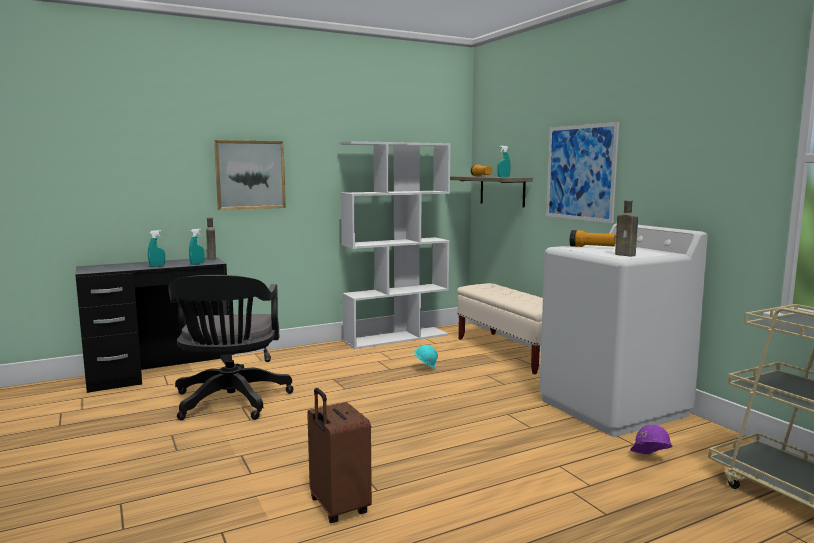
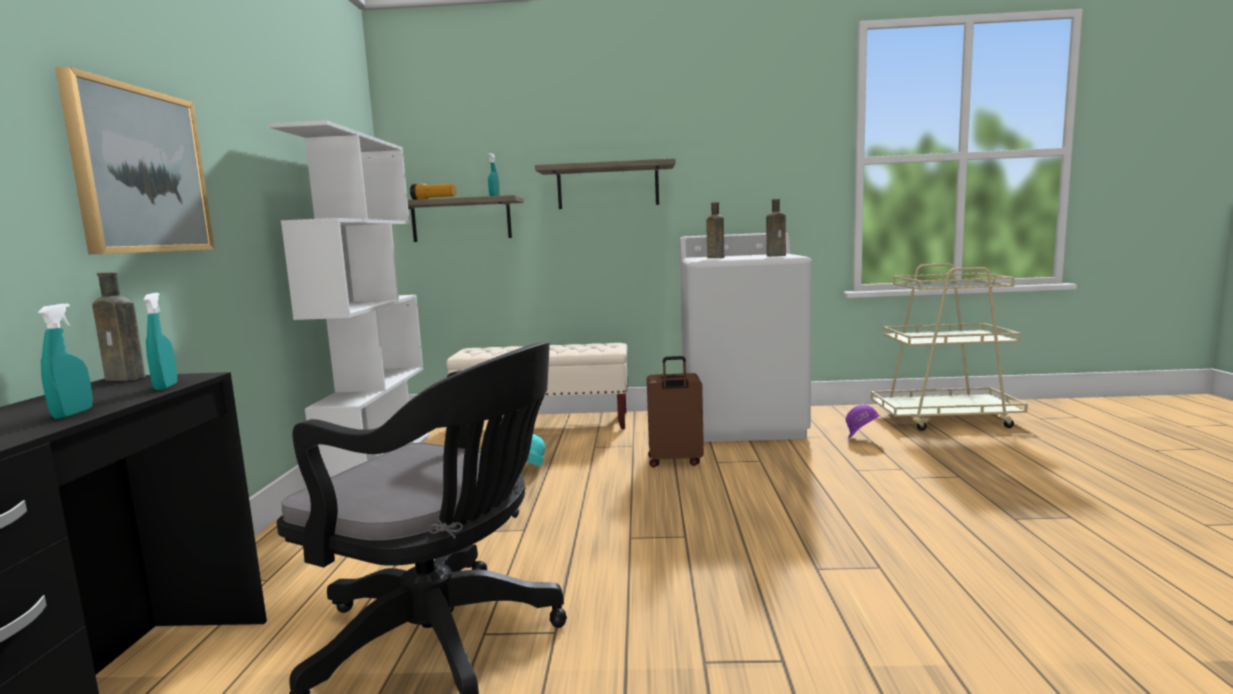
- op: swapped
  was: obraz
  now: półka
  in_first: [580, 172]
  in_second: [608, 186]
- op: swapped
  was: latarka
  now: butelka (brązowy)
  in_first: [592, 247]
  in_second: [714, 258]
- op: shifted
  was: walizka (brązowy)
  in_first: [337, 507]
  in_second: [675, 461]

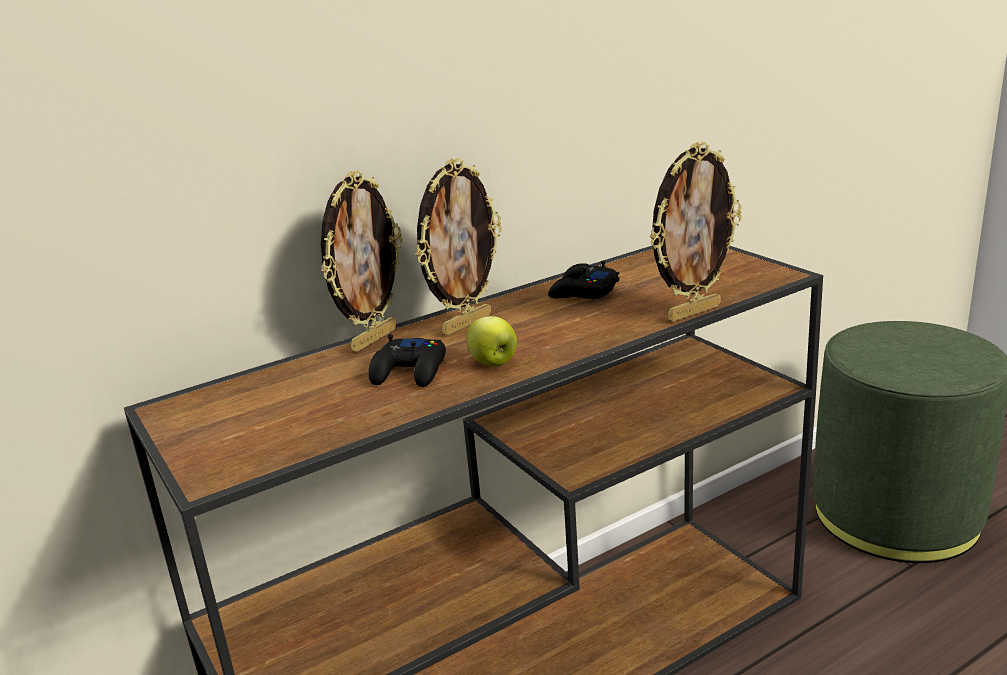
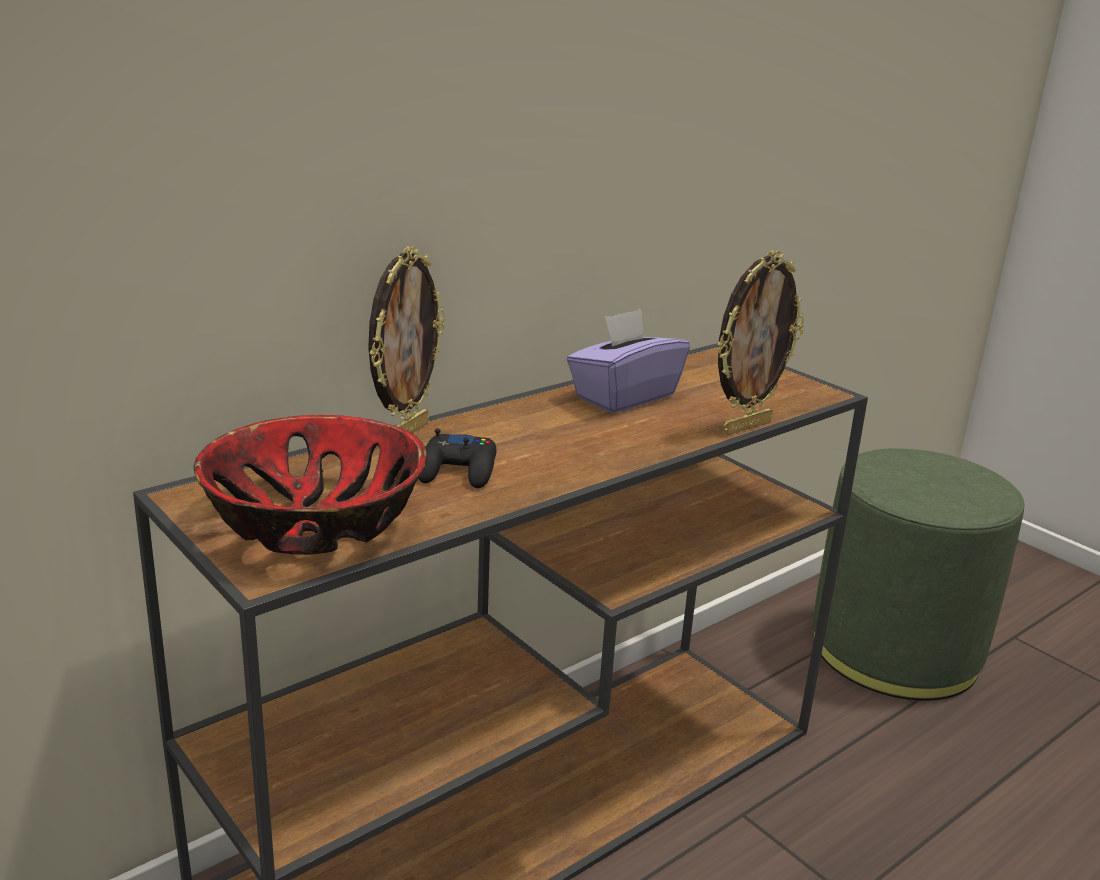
- op: gone
  was: ramka na zdjęcie
  in_first: [466, 324]
- op: swapped
  was: pad do gier (czarny)
  now: pudełko chusteczek (fioletowy)
  in_first: [583, 292]
  in_second: [624, 397]
- op: gone
  was: jabłko
  in_first: [493, 363]
- op: new
  now: miska
  in_second: [314, 521]

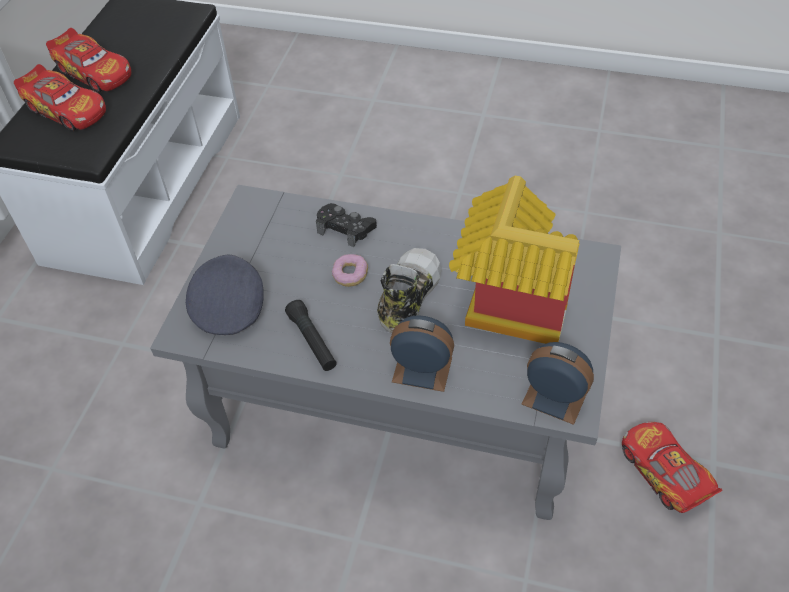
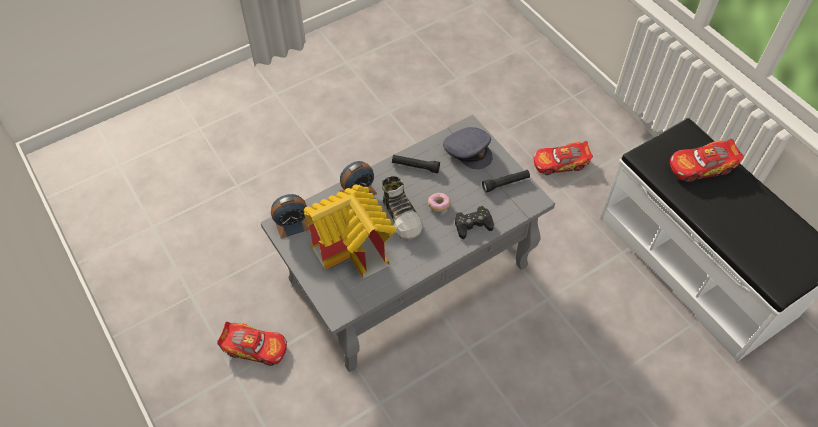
- op: shifted
  was: samochodzik
  in_first: [95, 72]
  in_second: [560, 163]
- op: new
  now: latarka (czarny)
  in_second: [505, 183]

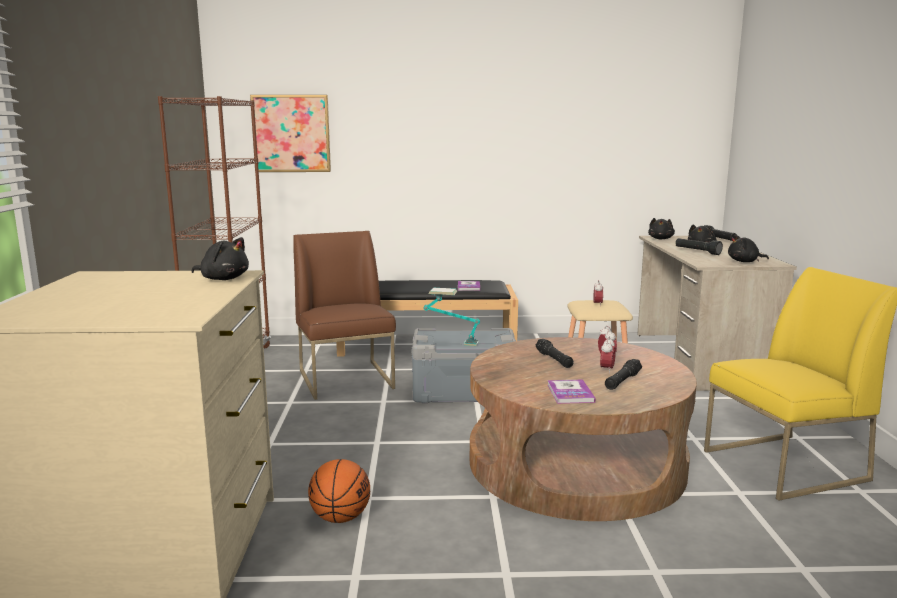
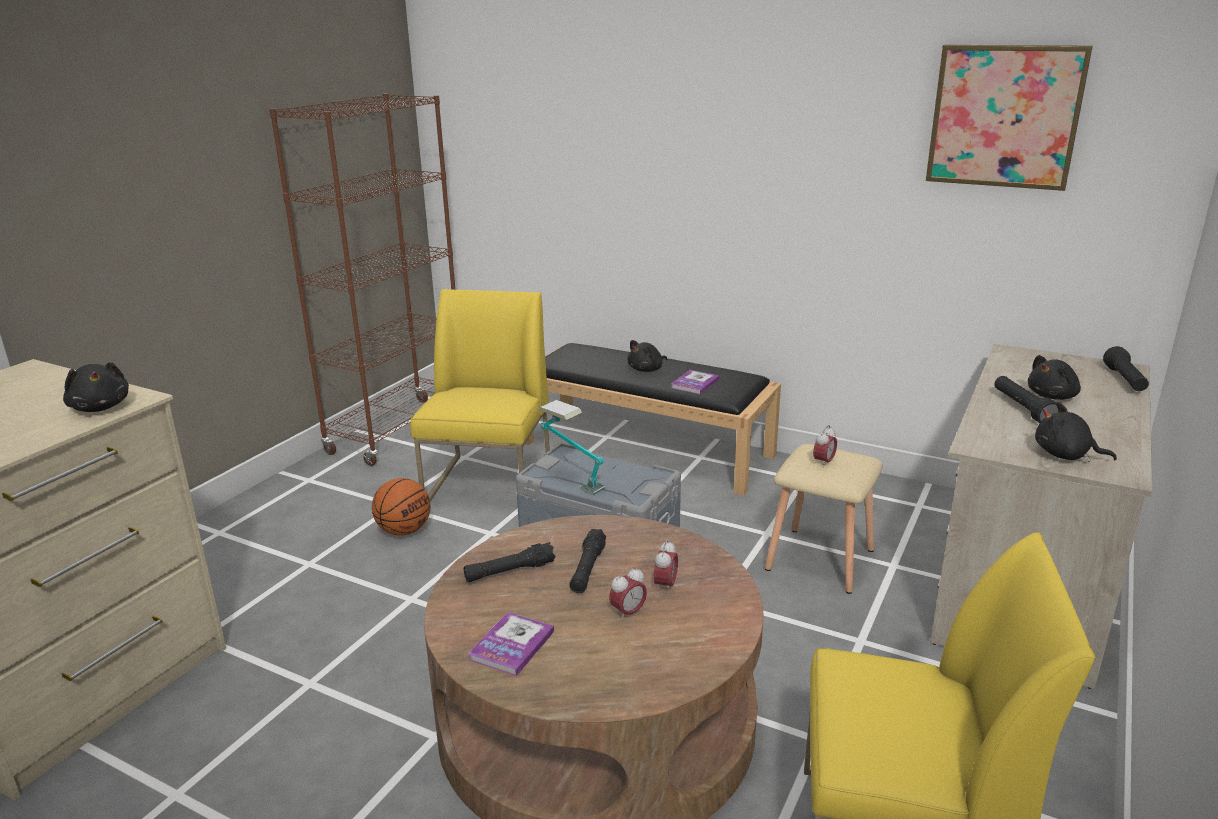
- op: shifted
  was: obraz
  in_first: [291, 133]
  in_second: [1004, 116]
- op: shifted
  was: pluszak (czarny)
  in_first: [660, 239]
  in_second: [647, 369]
- op: repainted
  was: krzesło (brązowy)
  now: krzesło (żółty)
  in_first: [347, 379]
  in_second: [490, 485]
- op: shifted
  was: latarka (czarny)
  in_first: [622, 381]
  in_second: [509, 571]
- op: shifted
  was: piłka do koszykówki
  in_first: [340, 518]
  in_second: [404, 531]

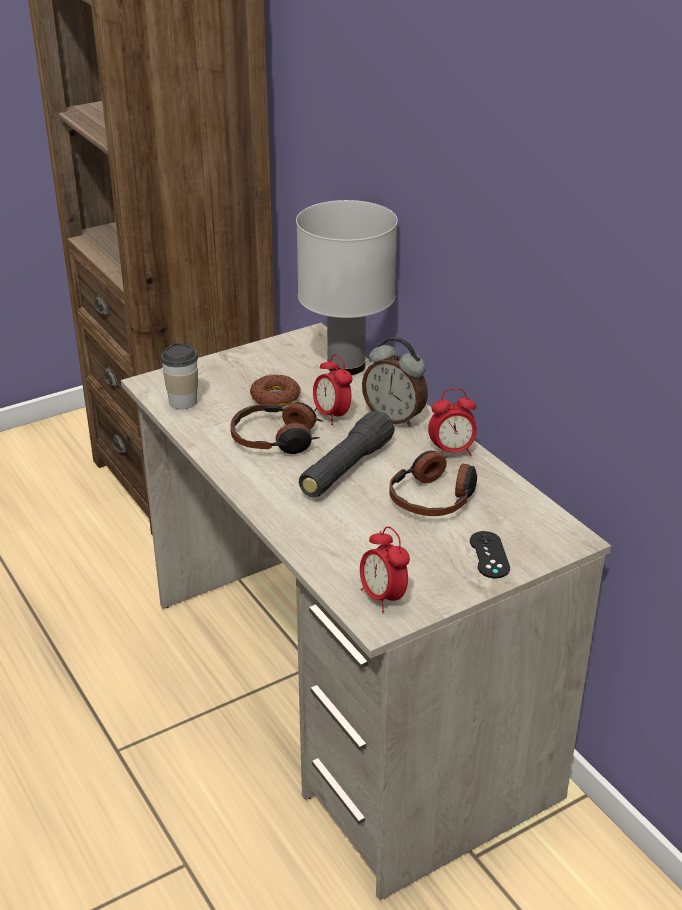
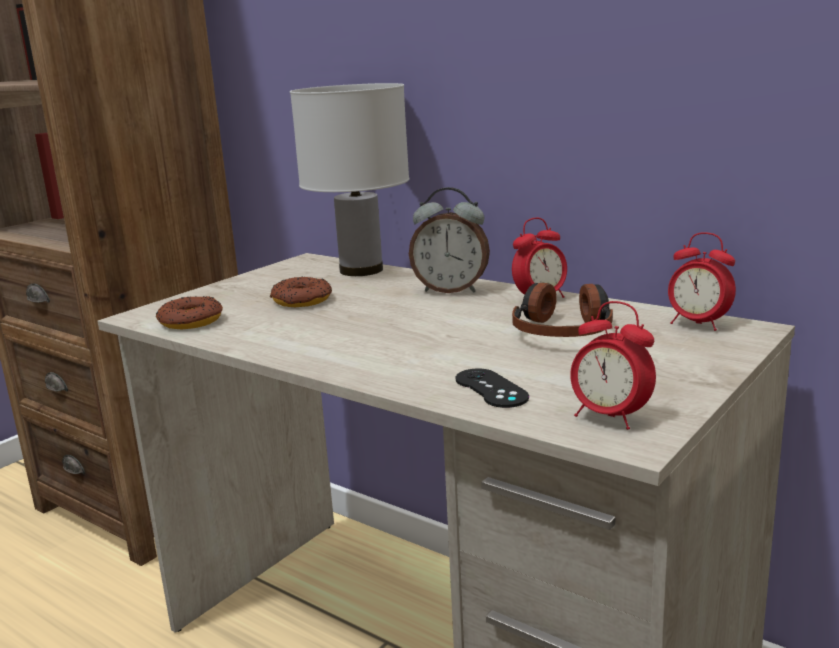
- op: swapped
  was: filiżanka
  now: donut
  in_first: [183, 402]
  in_second: [191, 321]
- op: shifted
  was: budzik
  in_first: [332, 415]
  in_second: [697, 324]
- op: gone
  was: słuchawki
  in_first: [276, 439]
- op: gone
  was: latarka (czarny)
  in_first: [346, 469]
- op: shifted
  was: pad do gier (czarny)
  in_first: [489, 555]
  in_second: [491, 388]

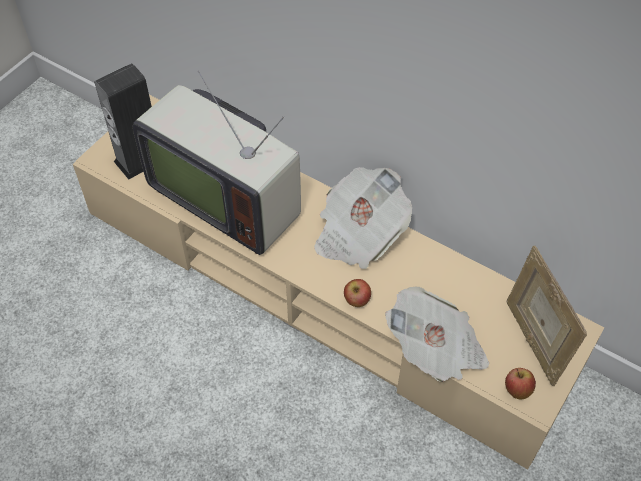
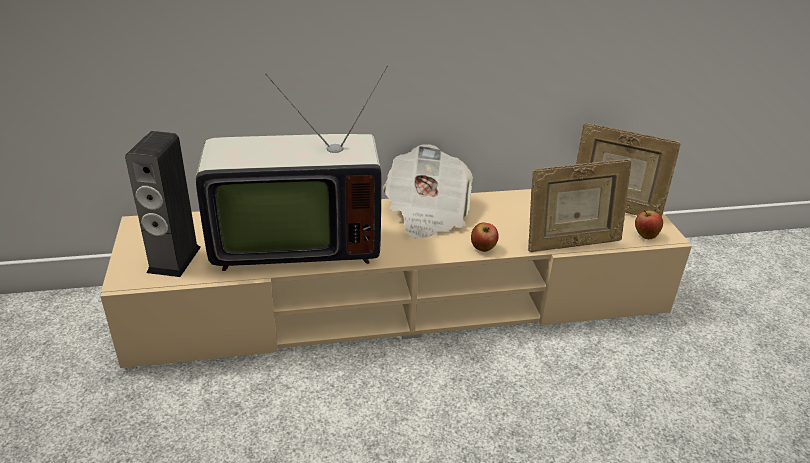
- op: swapped
  was: gazeta
  now: ramka na zdjęcie
  in_first: [436, 349]
  in_second: [571, 244]

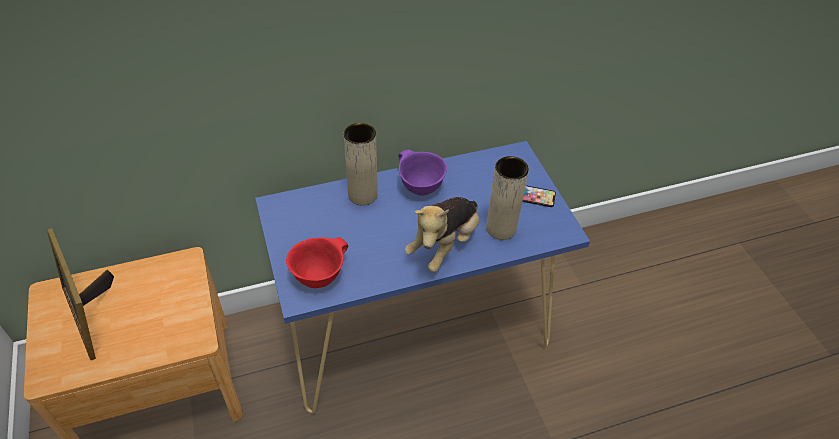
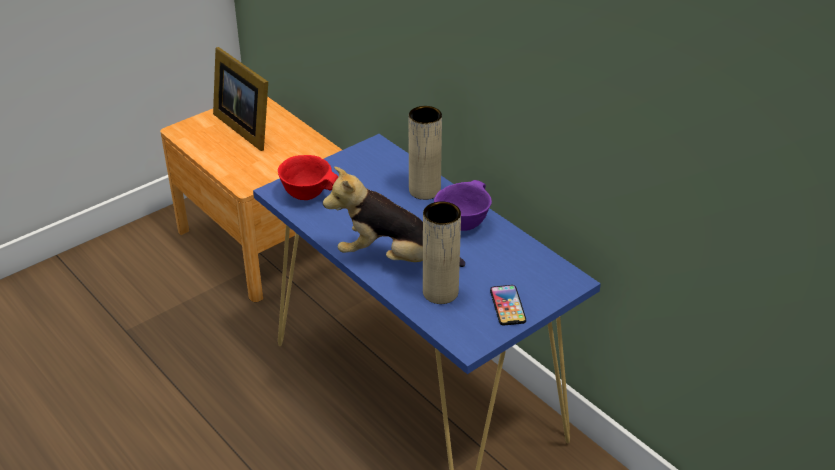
- op: rotated
  was: ramka na zdjęcie
  in_first: [91, 313]
  in_second: [246, 126]
  clockwise: -75

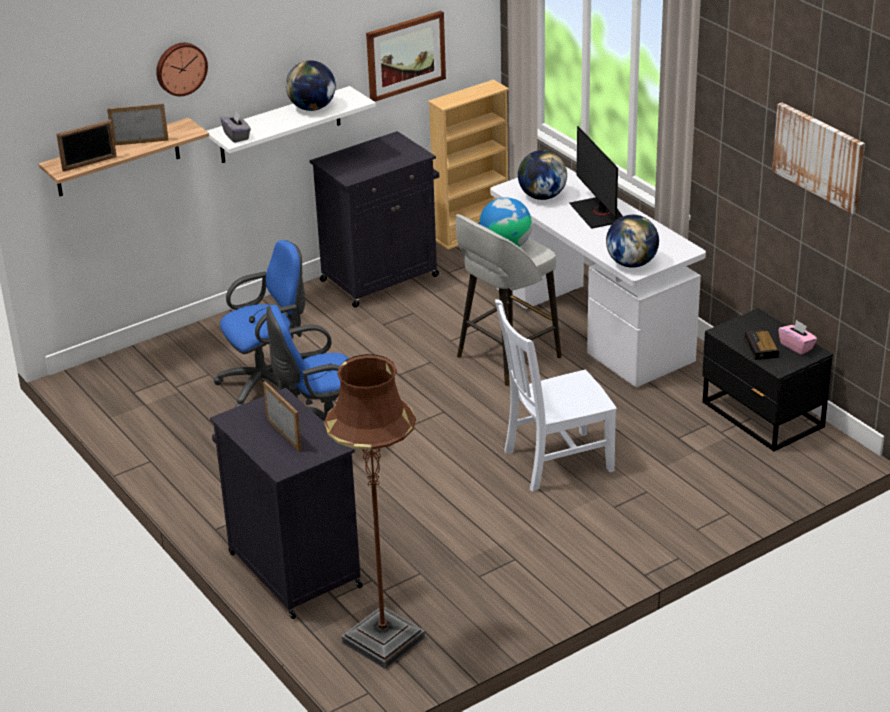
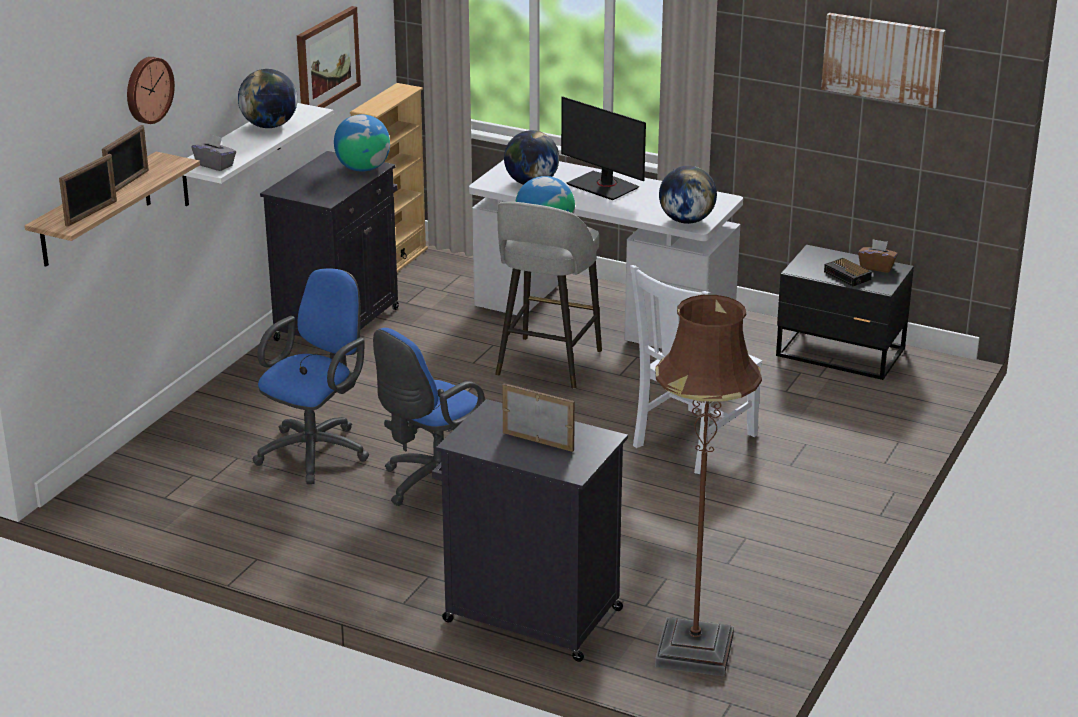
- op: rotated
  was: ramka na zdjęcie
  in_first: [140, 142]
  in_second: [128, 183]
  clockwise: 150
- op: repainted
  was: pudełko chusteczek (różowy)
  now: pudełko chusteczek (brązowy)
  in_first: [796, 346]
  in_second: [876, 267]
- op: new
  now: globus
  in_second: [363, 168]

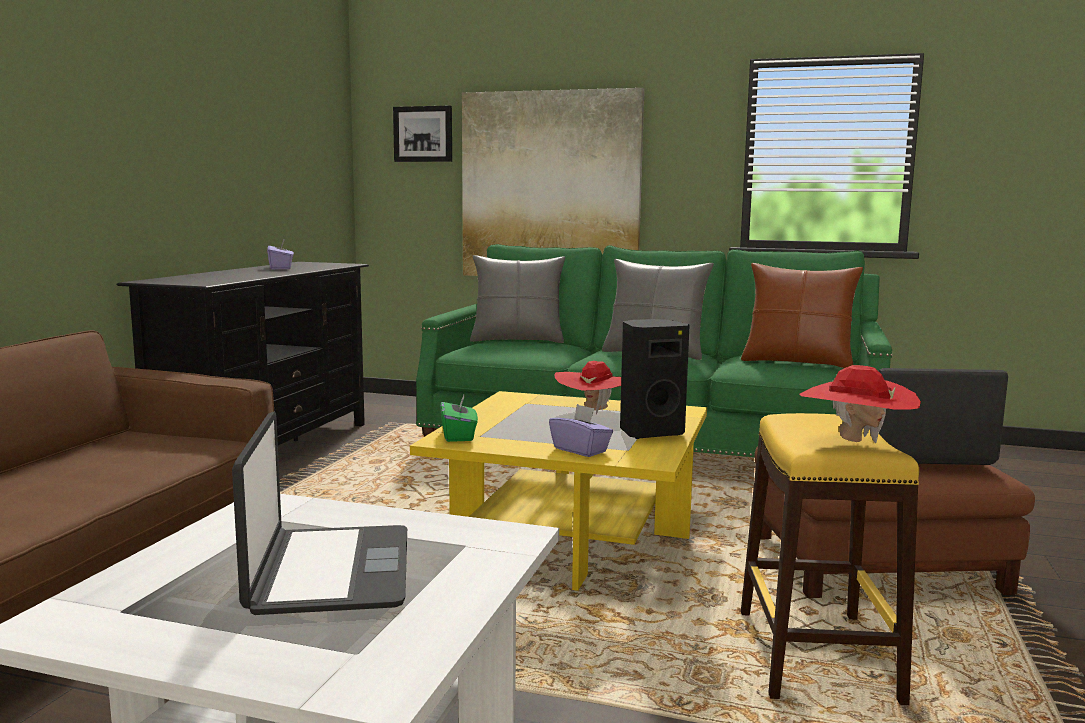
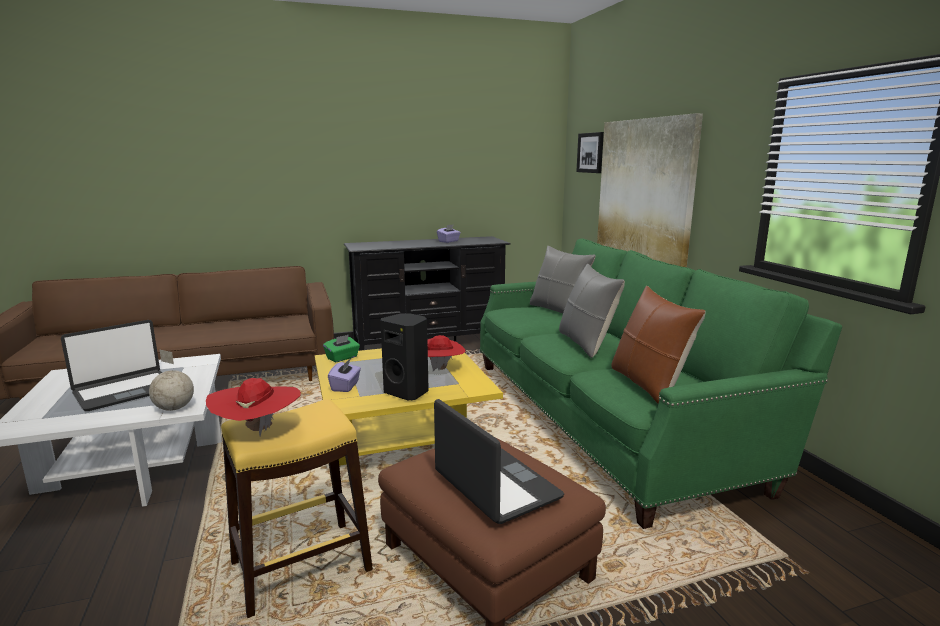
- op: new
  now: globus
  in_second: [174, 408]

